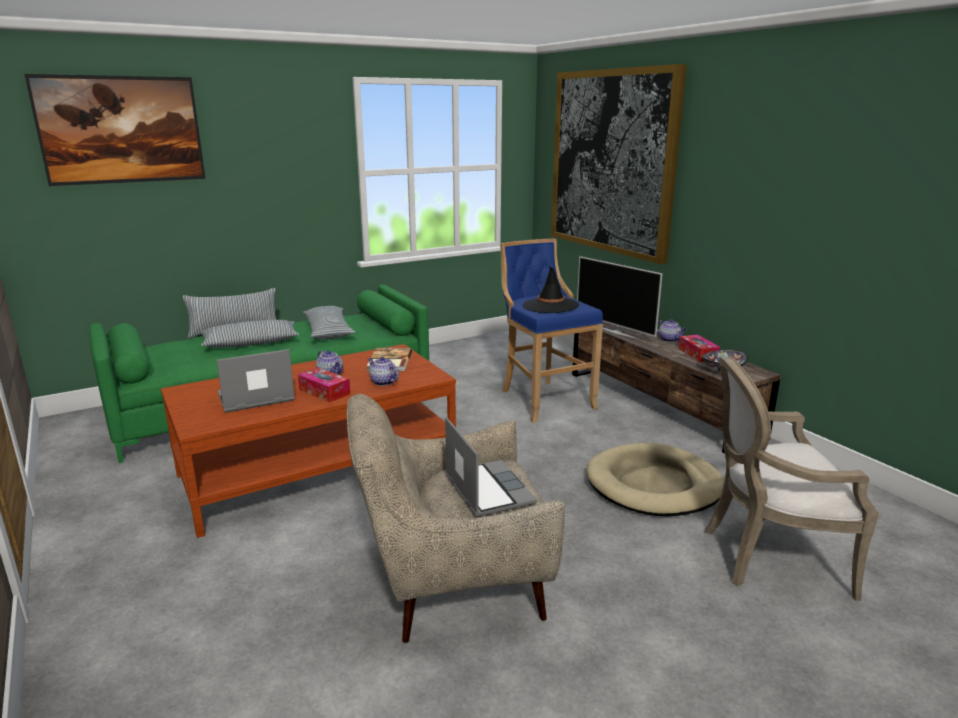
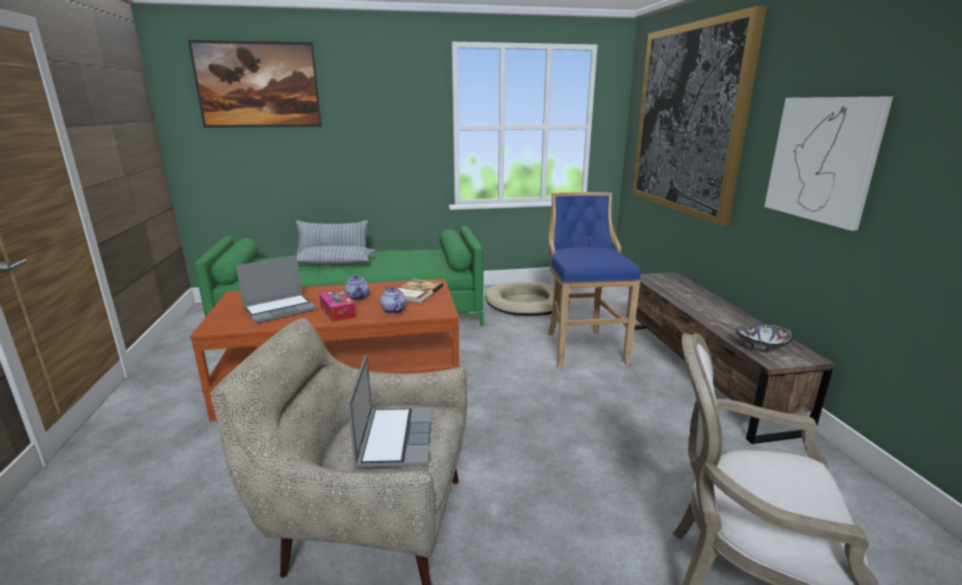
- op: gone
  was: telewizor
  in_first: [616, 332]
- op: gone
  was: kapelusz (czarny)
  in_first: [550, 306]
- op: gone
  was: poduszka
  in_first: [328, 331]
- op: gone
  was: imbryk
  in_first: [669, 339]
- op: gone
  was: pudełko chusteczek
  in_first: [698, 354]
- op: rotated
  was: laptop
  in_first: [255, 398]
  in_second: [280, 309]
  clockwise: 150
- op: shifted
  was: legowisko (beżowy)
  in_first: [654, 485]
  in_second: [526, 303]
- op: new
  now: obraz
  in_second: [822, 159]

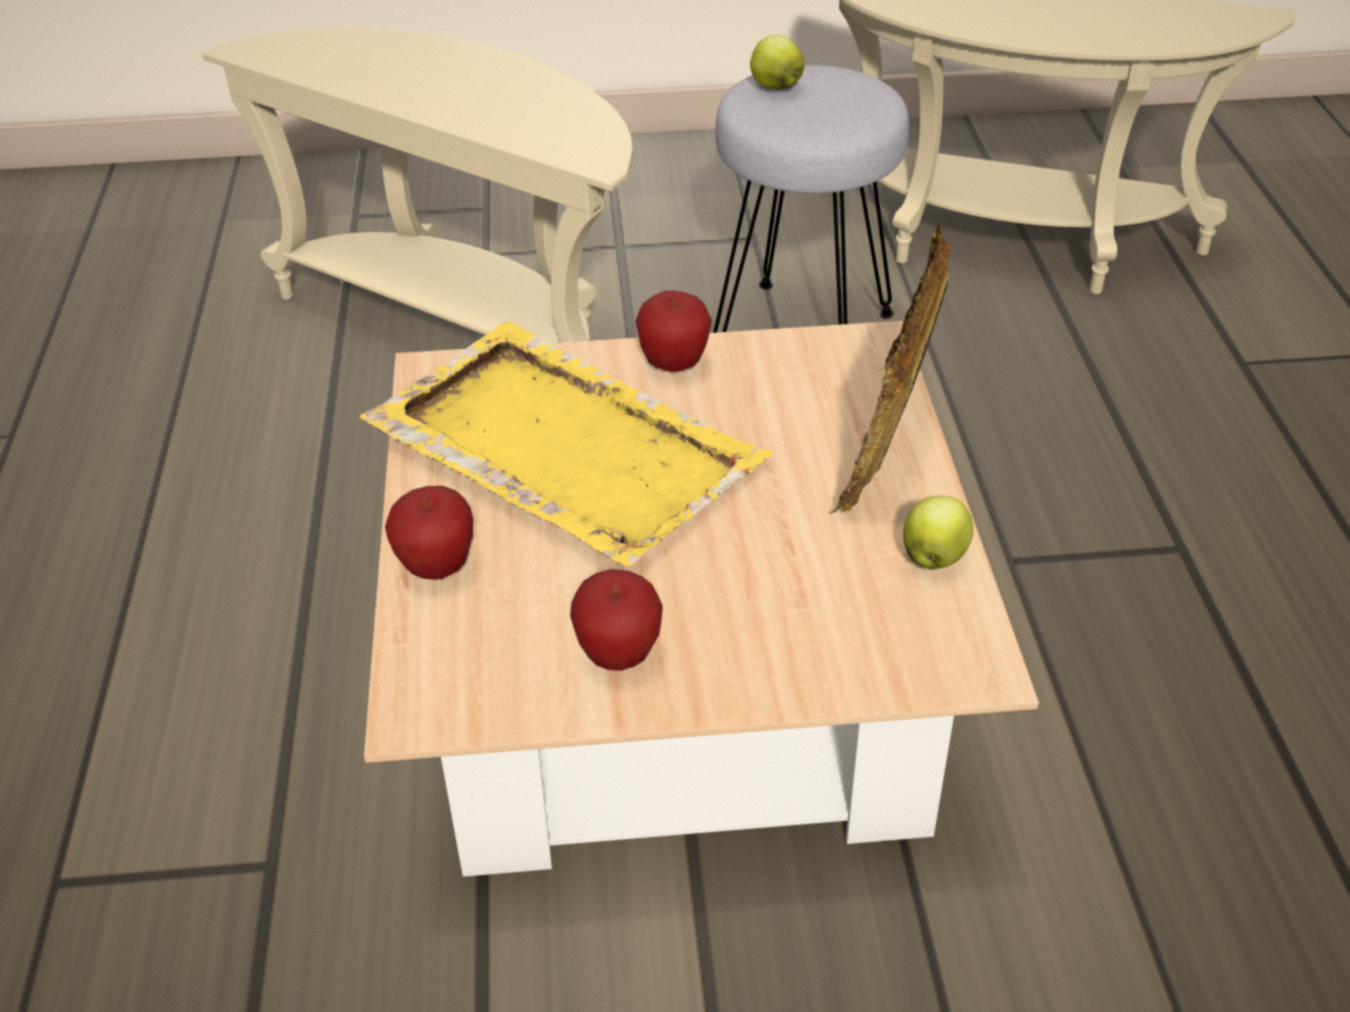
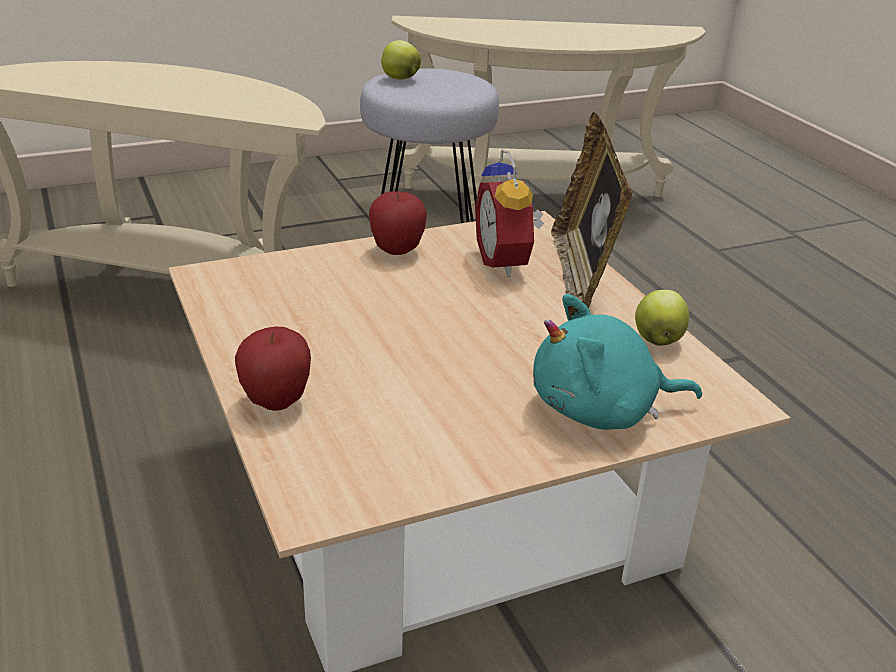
- op: gone
  was: taca (żółty)
  in_first: [561, 447]
- op: gone
  was: jabłko
  in_first: [618, 656]
- op: new
  now: budzik
  in_second: [507, 262]
- op: new
  now: pluszak (turkusowy)
  in_second: [601, 411]

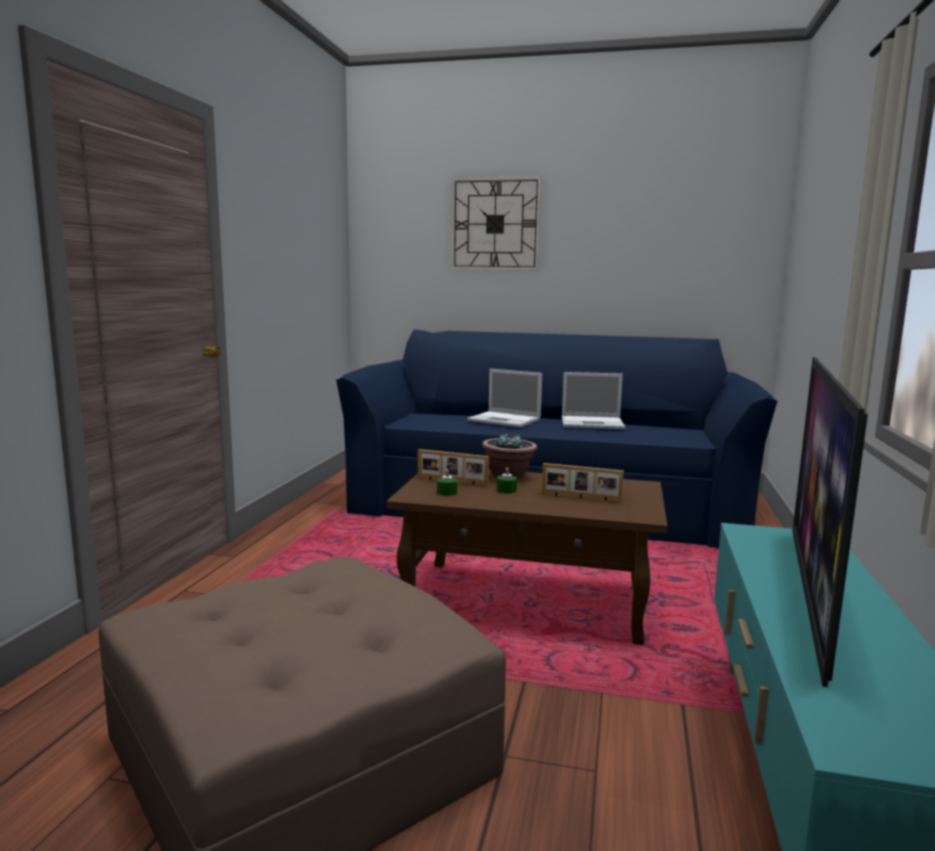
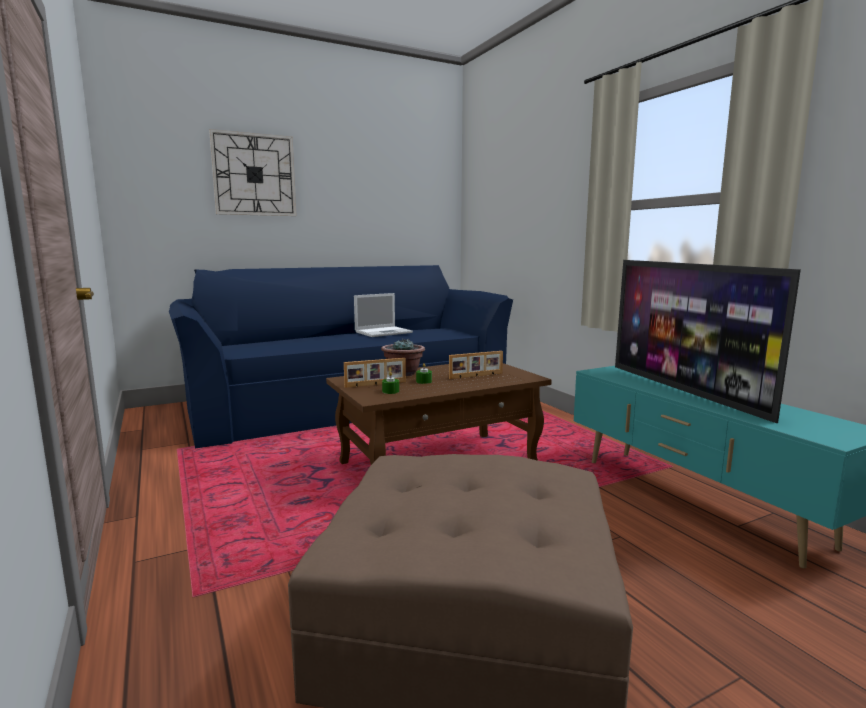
- op: gone
  was: laptop
  in_first: [505, 420]

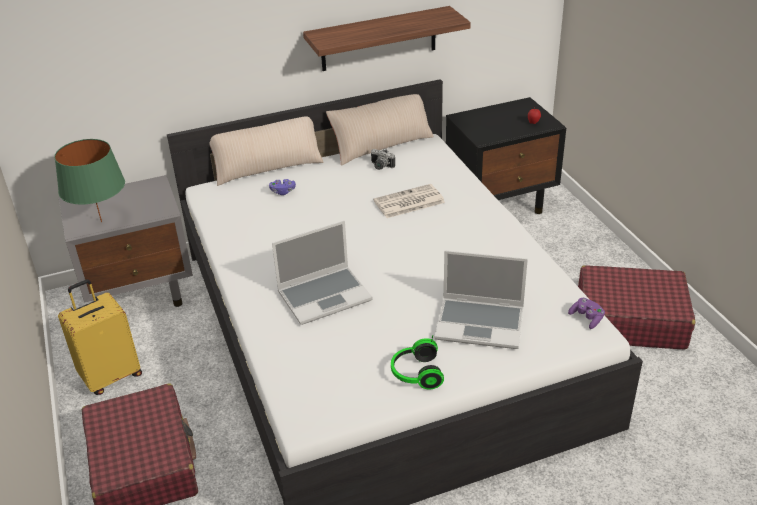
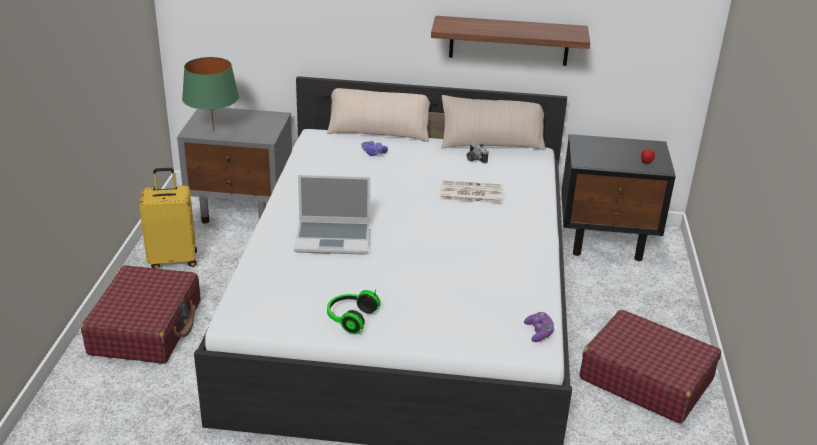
- op: gone
  was: laptop
  in_first: [481, 324]

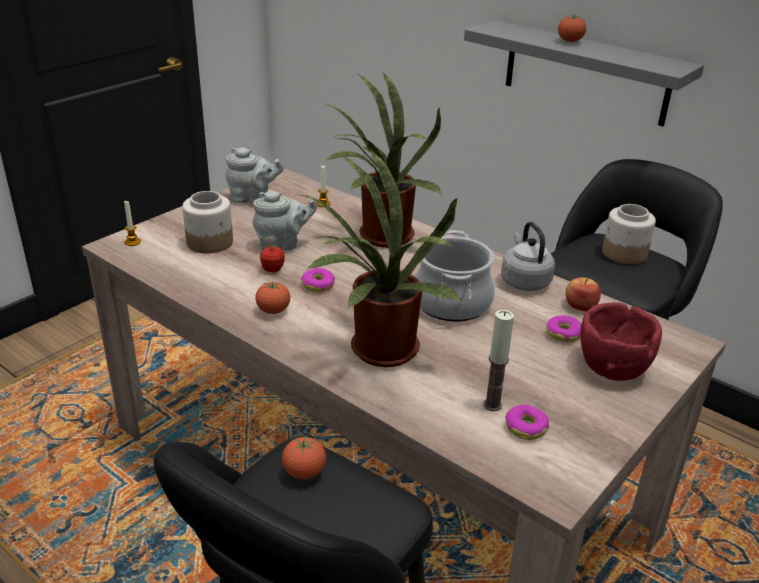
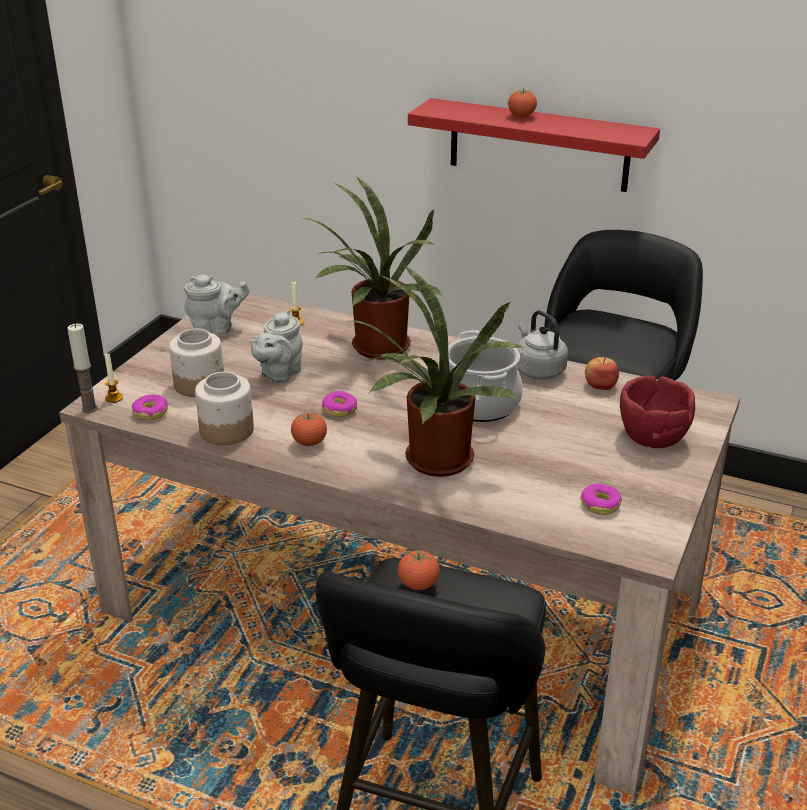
- op: repainted
  was: półka (szary)
  now: półka (czerwony)
  in_first: [585, 73]
  in_second: [538, 145]
- op: rotated
  was: imbryk (szary)
  in_first: [282, 245]
  in_second: [278, 374]
  clockwise: 150
- op: shifted
  was: słoik
  in_first: [624, 253]
  in_second: [226, 431]
- op: gone
  was: jabłko
  in_first: [273, 269]
- op: shifted
  was: świeca
  in_first: [492, 405]
  in_second: [89, 409]
- op: shifted
  was: donut
  in_first: [563, 334]
  in_second: [151, 412]

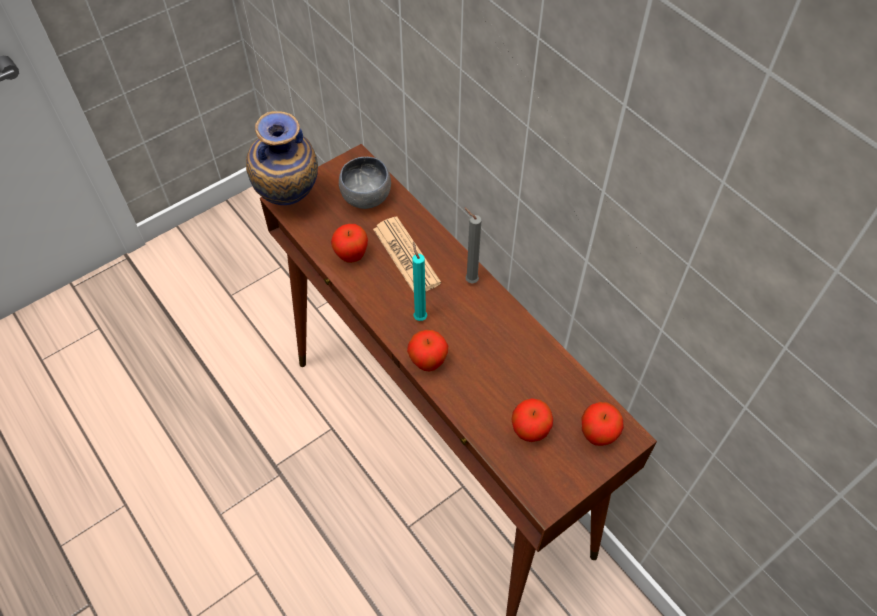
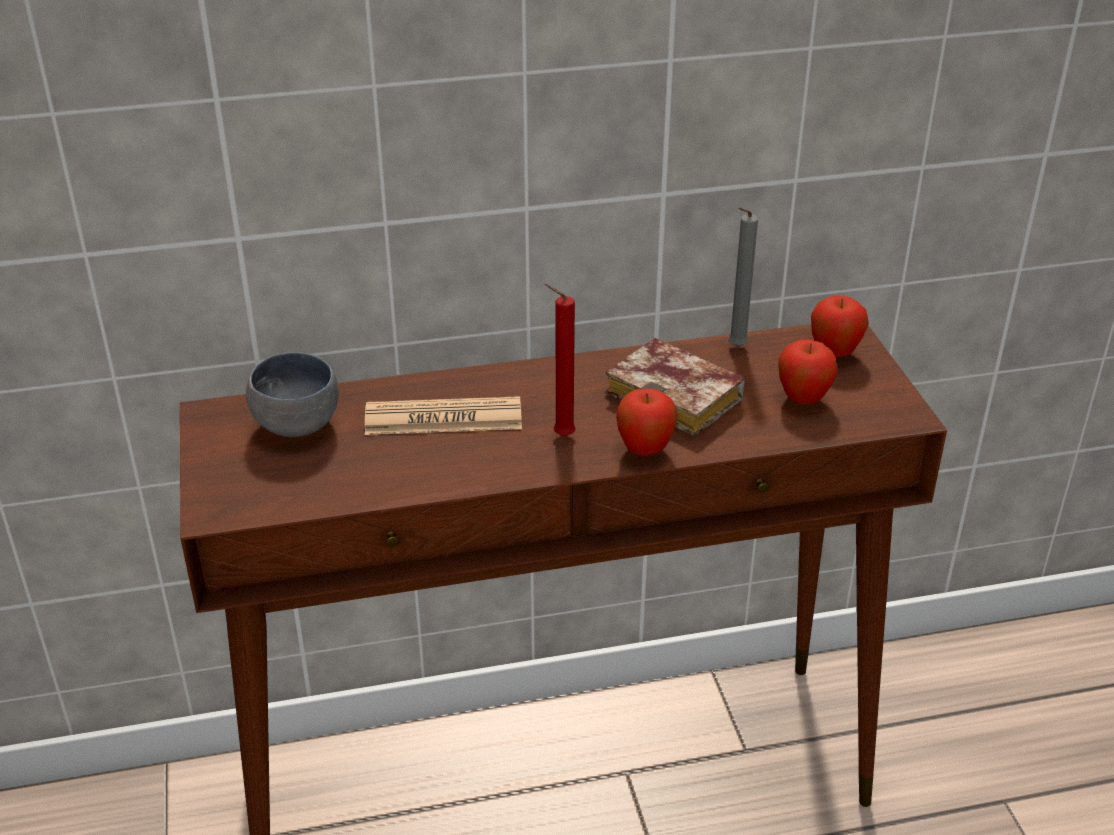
- op: gone
  was: wazon
  in_first: [290, 203]
- op: shifted
  was: świeca (szary)
  in_first: [469, 280]
  in_second: [734, 347]
- op: gone
  was: jabłko
  in_first: [351, 256]
- op: repainted
  was: świeca (turkusowy)
  now: świeca (czerwony)
  in_first: [419, 316]
  in_second: [560, 436]
- op: new
  now: książka
  in_second: [680, 397]

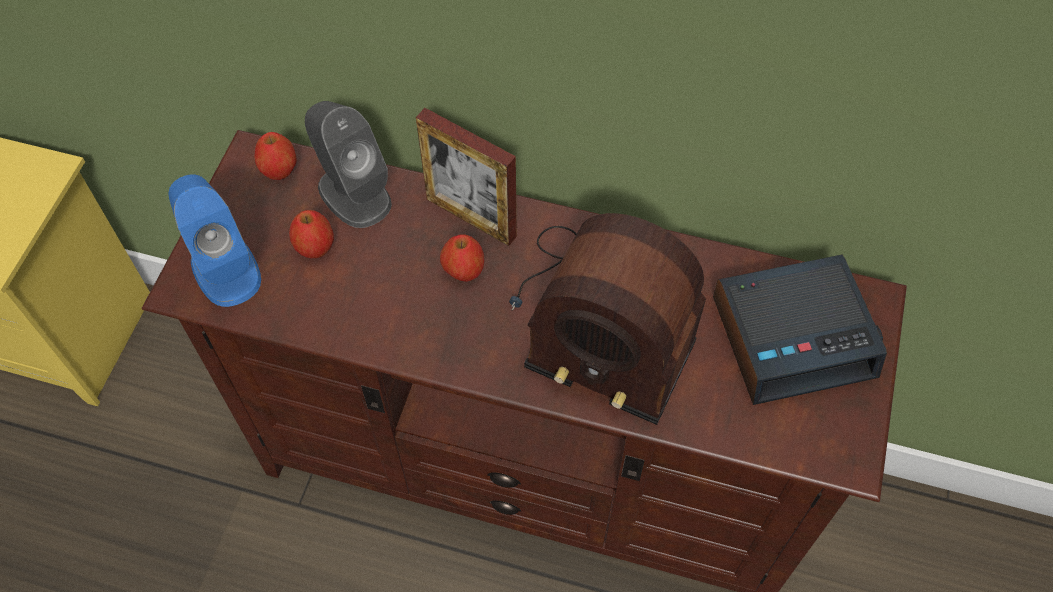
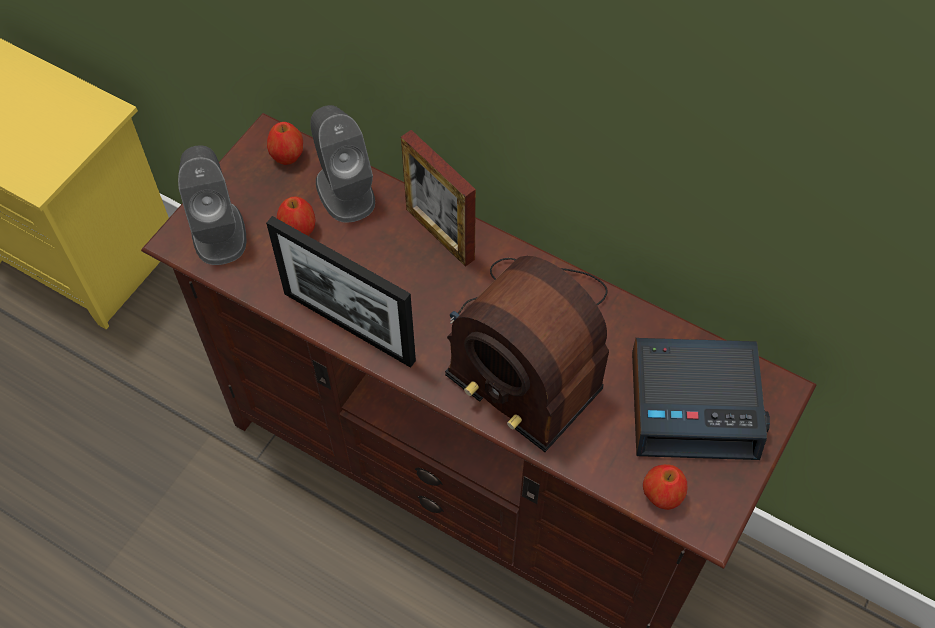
- op: repainted
  was: głośnik (niebieski)
  now: głośnik (szary)
  in_first: [225, 268]
  in_second: [218, 231]
- op: shifted
  was: jabłko
  in_first: [464, 271]
  in_second: [662, 495]
- op: new
  now: ramka na zdjęcie
  in_second: [349, 327]

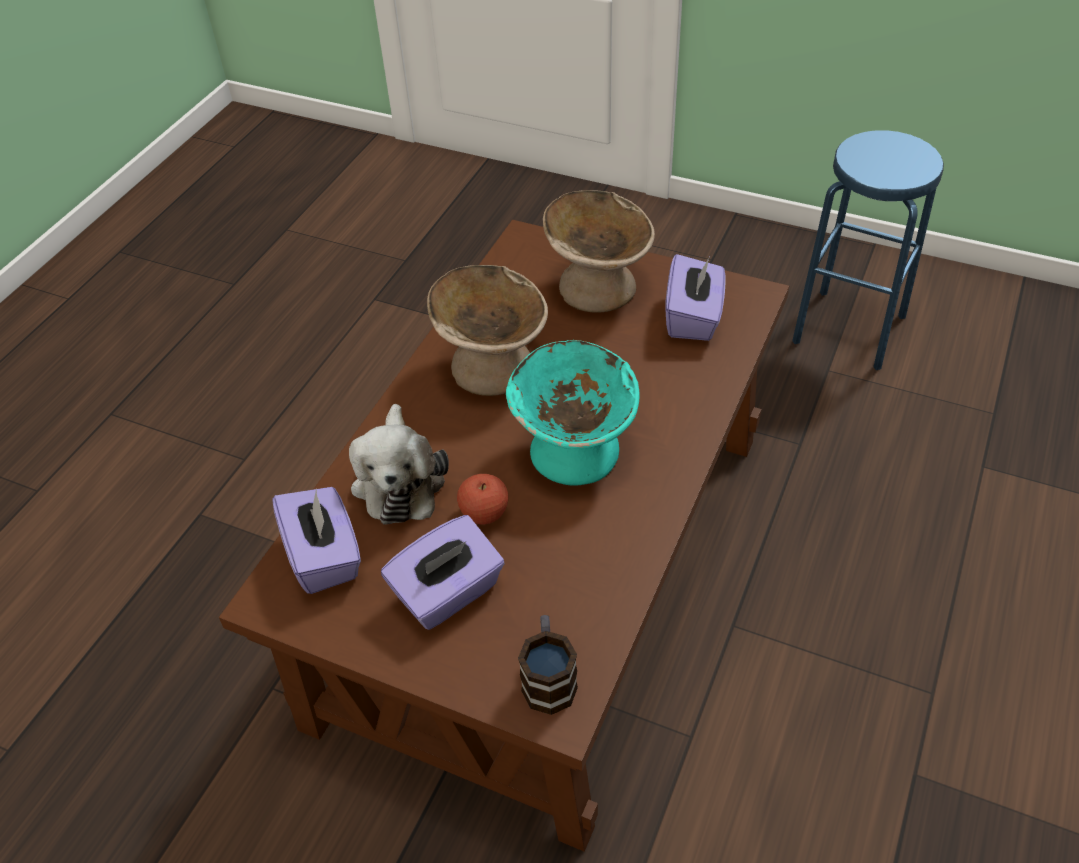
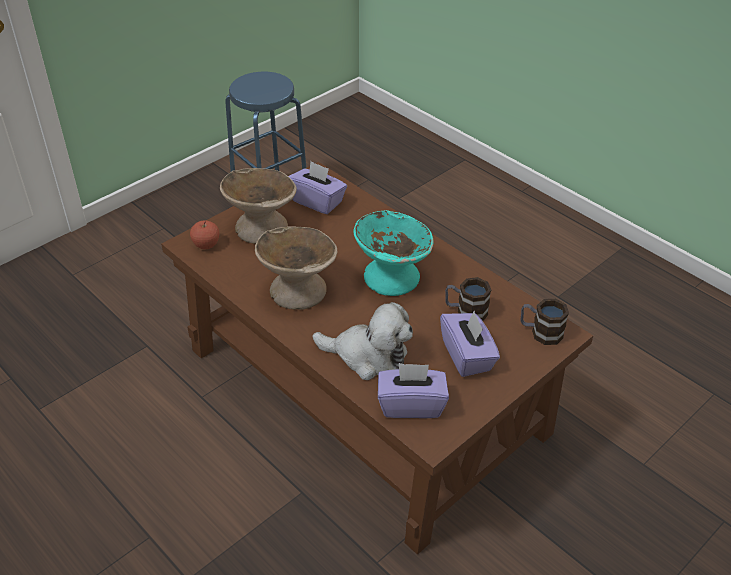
- op: shifted
  was: jabłko
  in_first: [484, 514]
  in_second: [206, 245]
- op: new
  now: kubek
  in_second: [465, 311]

